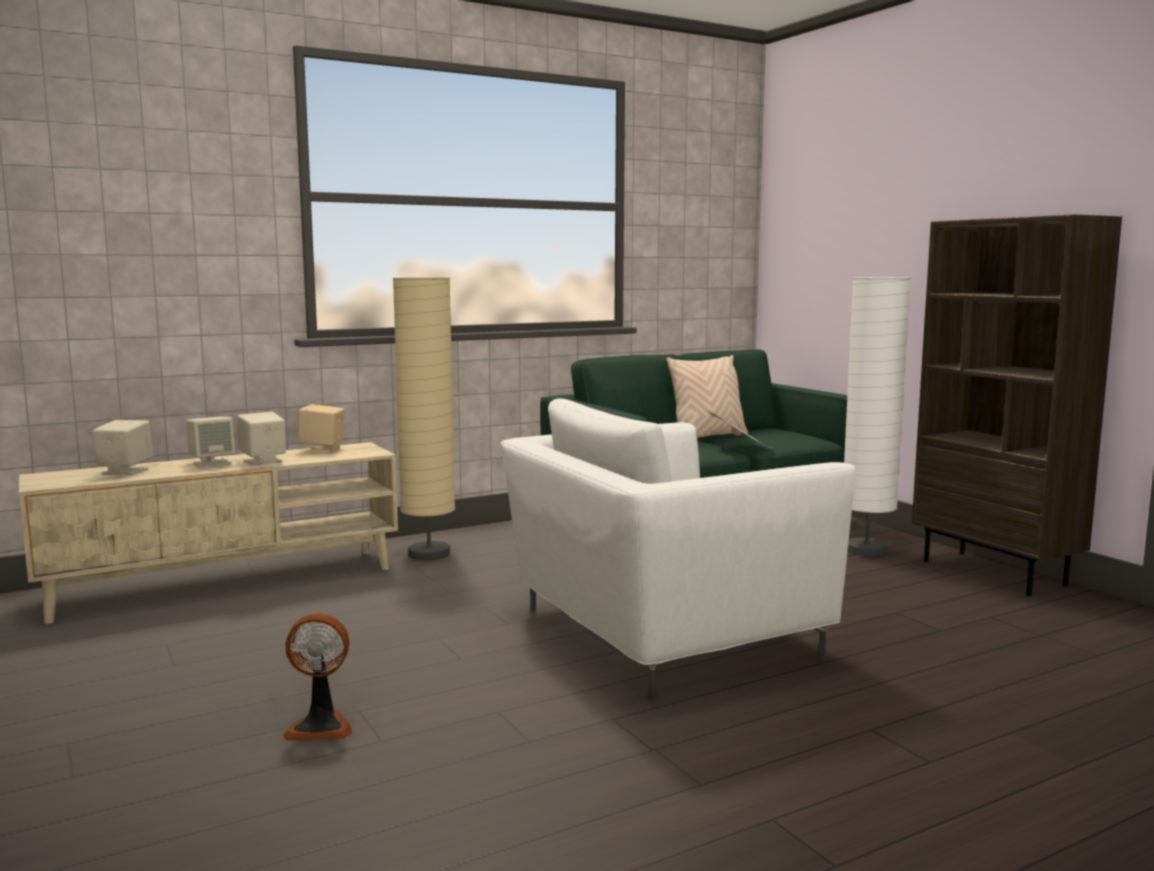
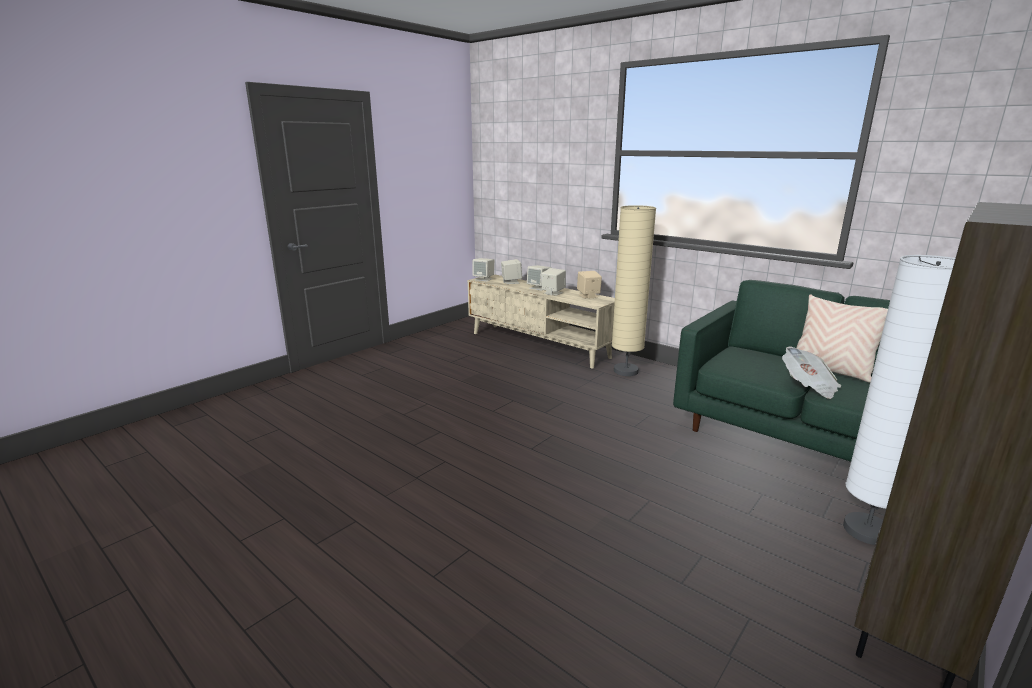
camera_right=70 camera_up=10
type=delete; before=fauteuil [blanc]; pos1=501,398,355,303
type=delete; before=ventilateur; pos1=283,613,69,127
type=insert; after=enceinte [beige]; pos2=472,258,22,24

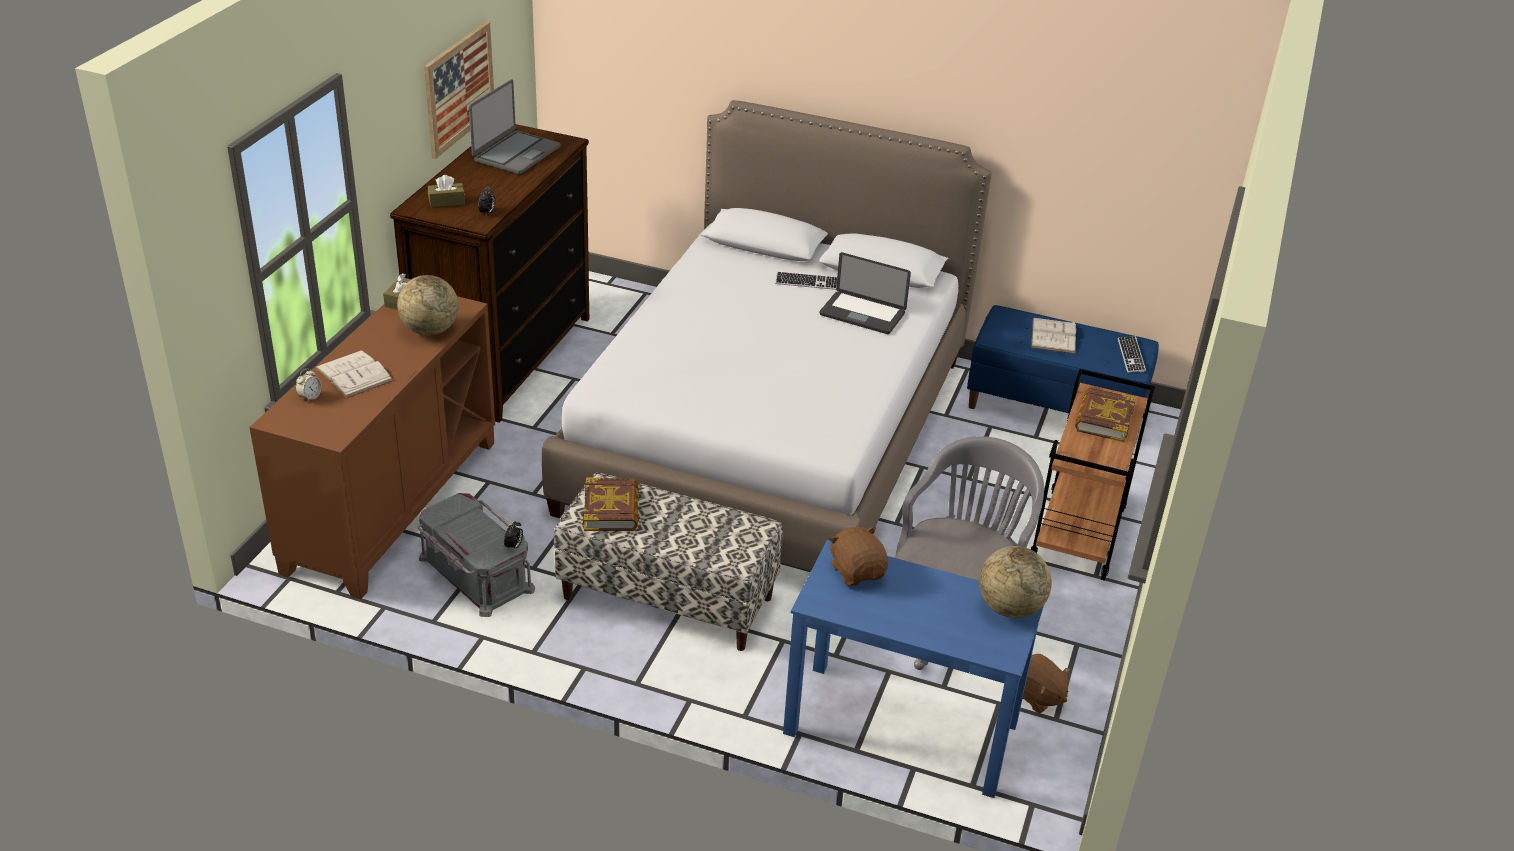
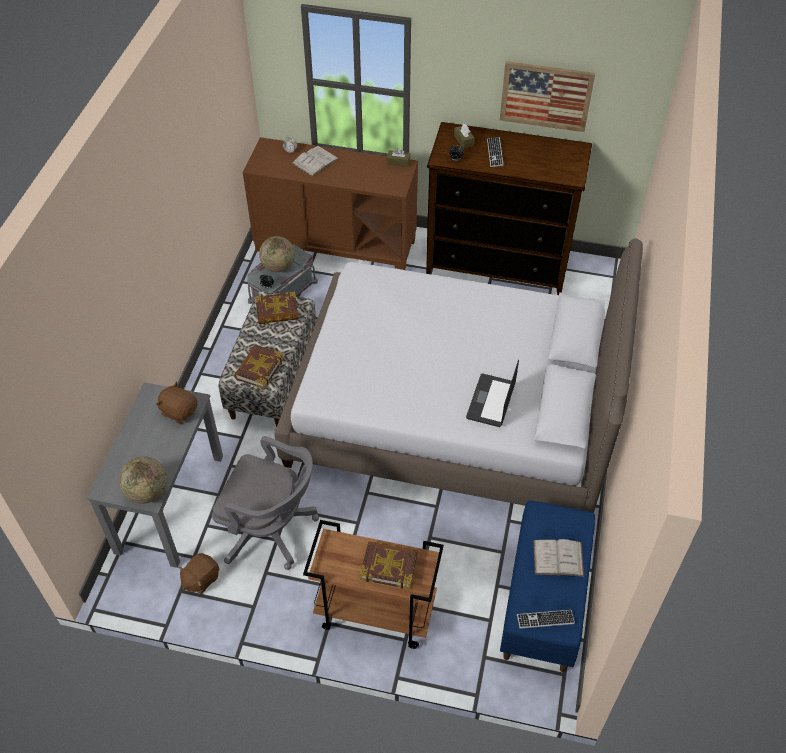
camera_right=85 camera_up=15
type=delete; before=ordinateur portable; pos1=469,79,92,95
type=move; before=clavier; pos1=775,271,62,19; pos2=487,137,16,30
type=move; before=globe; pos1=397,275,61,61; pos2=259,236,36,36
type=rotate; before=peluche [marron]; pos1=829,527,59,59; pos2=156,382,42,42; turn=-120
type=recolor; before=bureau [bleu]; after=bureau [gris]; pos1=783,540,261,258; pos2=86,382,137,186
type=insert; after=livre; pos2=234,344,50,45

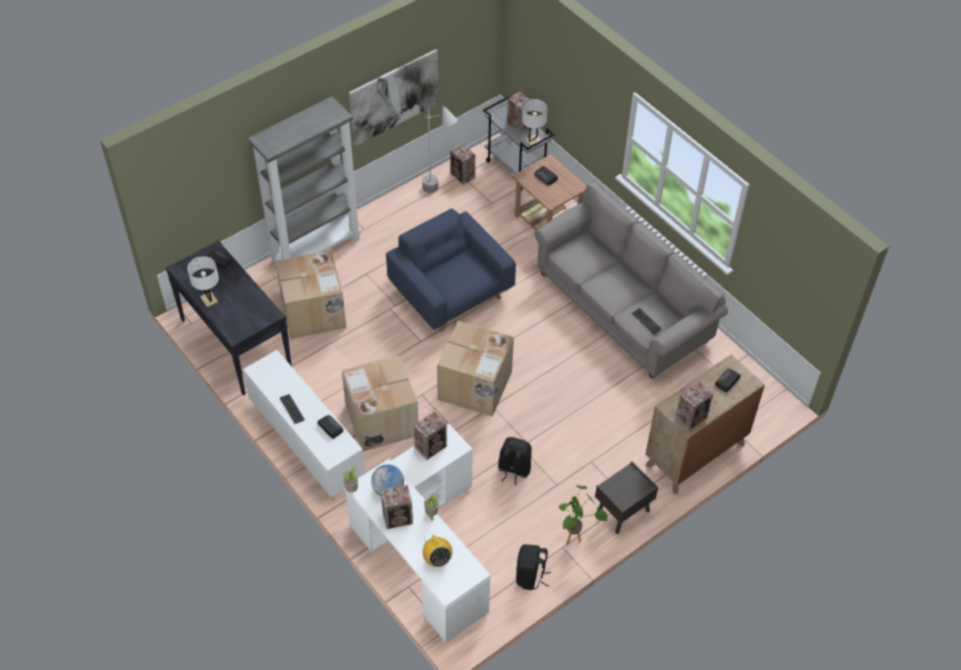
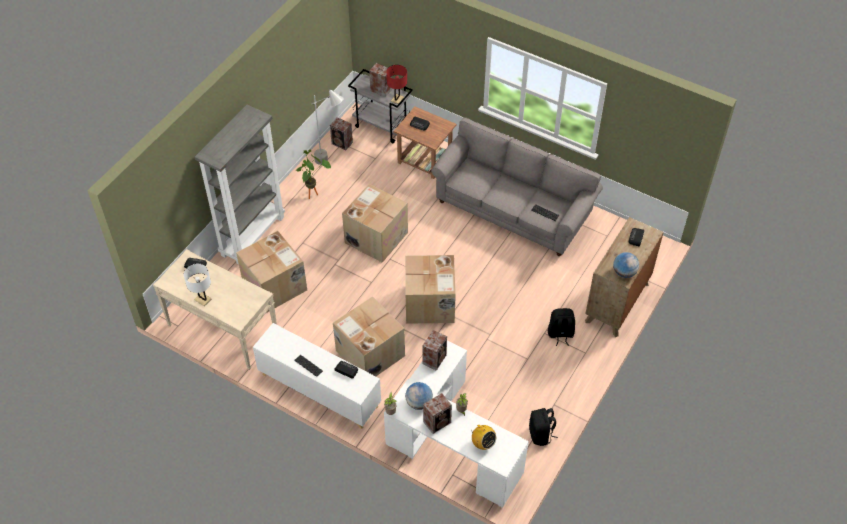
camera_right=-20 camera_up=0
type=delete; before=tableau; pos1=349,49,90,97
type=recolor; before=lampe de table [blanc]; after=lampe de table [rouge]; pos1=522,99,26,47; pos2=386,65,21,39
type=replace; before=fauteuil [bleu]; after=carton; pos1=386,209,130,123; pos2=342,184,66,79
type=recolor; before=table console [noir]; after=table console [beige]; pos1=166,240,126,156; pos2=153,249,124,121
type=replace; before=enceinte; after=globe; pos1=675,381,38,50; pos2=613,252,26,26
type=move; before=sac à dos [noir]; pos1=498,437,34,49; pos2=548,308,27,38
type=delete; before=table de chevet [marron]; pos1=595,461,63,73
type=move; before=plante en pot; pos1=559,485,48,59; pos2=296,150,35,49

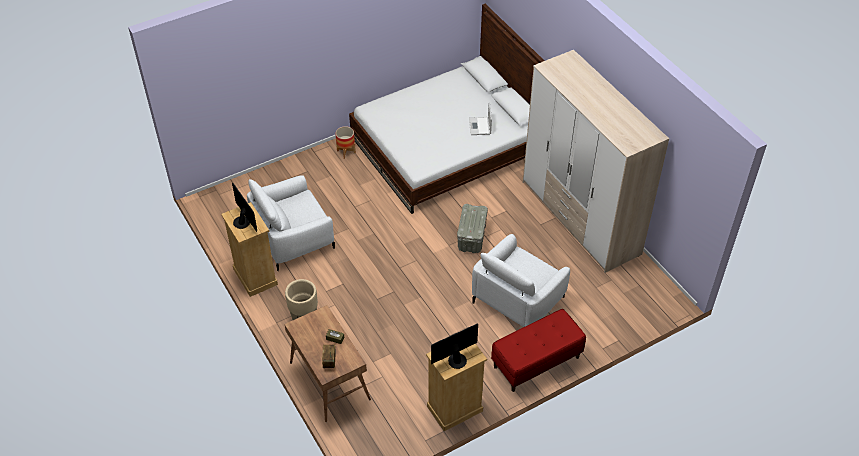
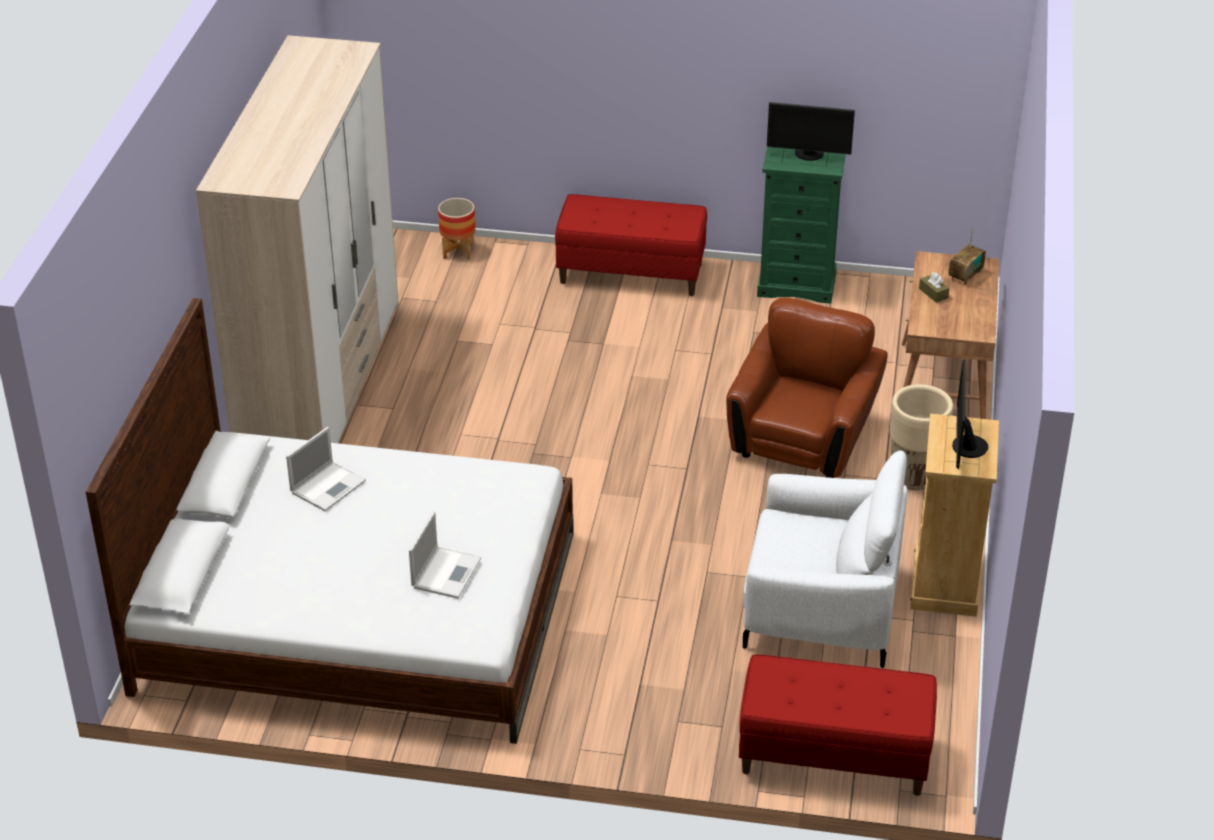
camera_right=-140 camera_up=-10
type=move; before=cache-pot; pos1=335,126,21,33; pos2=438,198,38,62
type=delete; before=boîte de rangement [gris]; pos1=457,204,31,49
type=delete; before=fauteuil [blanc]; pos1=472,234,98,93
type=recolor; before=commode [beige]; after=commode [vert]; pos1=426,344,61,87; pos2=757,147,89,157
type=insert; after=fauteuil [marron]; pos2=726,298,162,180
type=insert; after=ordinateur portable; pos2=409,511,72,88
type=insert; after=banc [rouge]; pos2=739,654,198,142

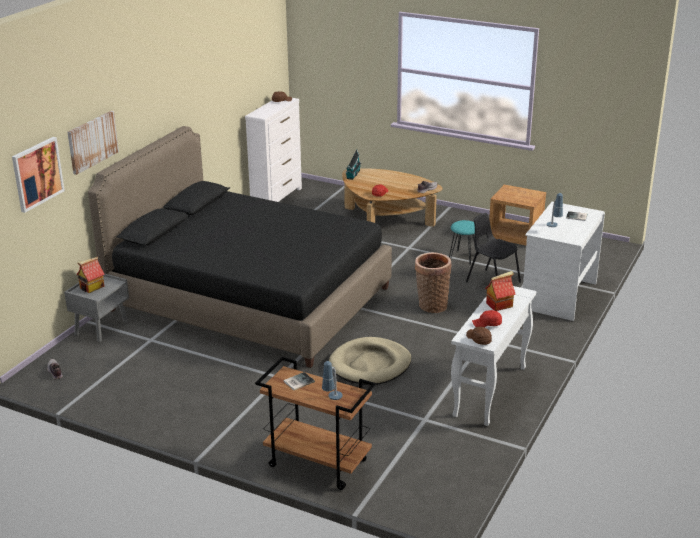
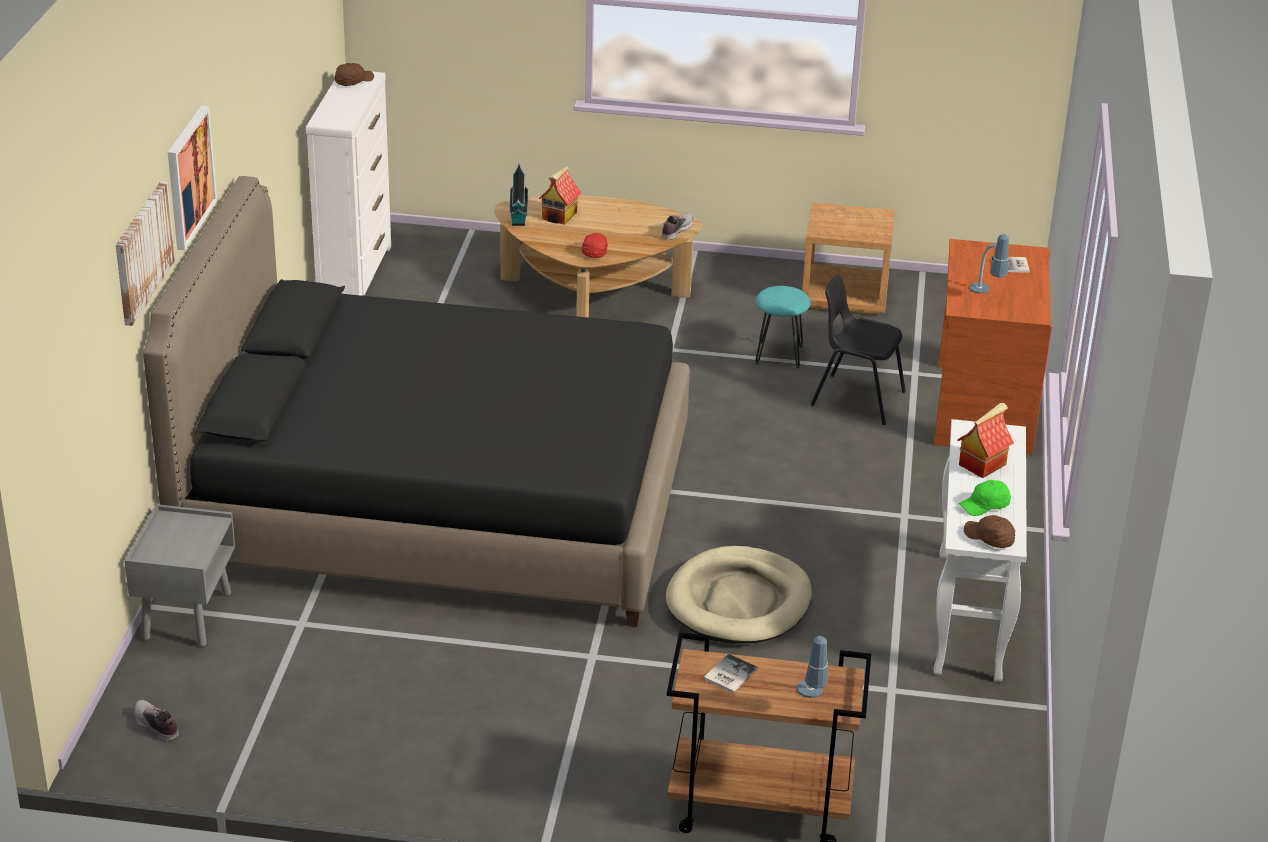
camera_right=-20 camera_up=5
type=move; before=tableau; pos1=12,137,53,76; pos2=168,105,49,145
type=recolor; before=bureau [blanc]; after=bureau [marron]; pos1=523,202,82,119; pos2=934,239,118,216
type=delete; before=panier; pos1=415,252,36,61
type=move; before=maison miniature; pos1=77,257,28,36; pos2=539,166,42,59
type=recolor; before=casquette [rouge]; after=casquette [vert]; pos1=472,310,30,17; pos2=959,480,52,36

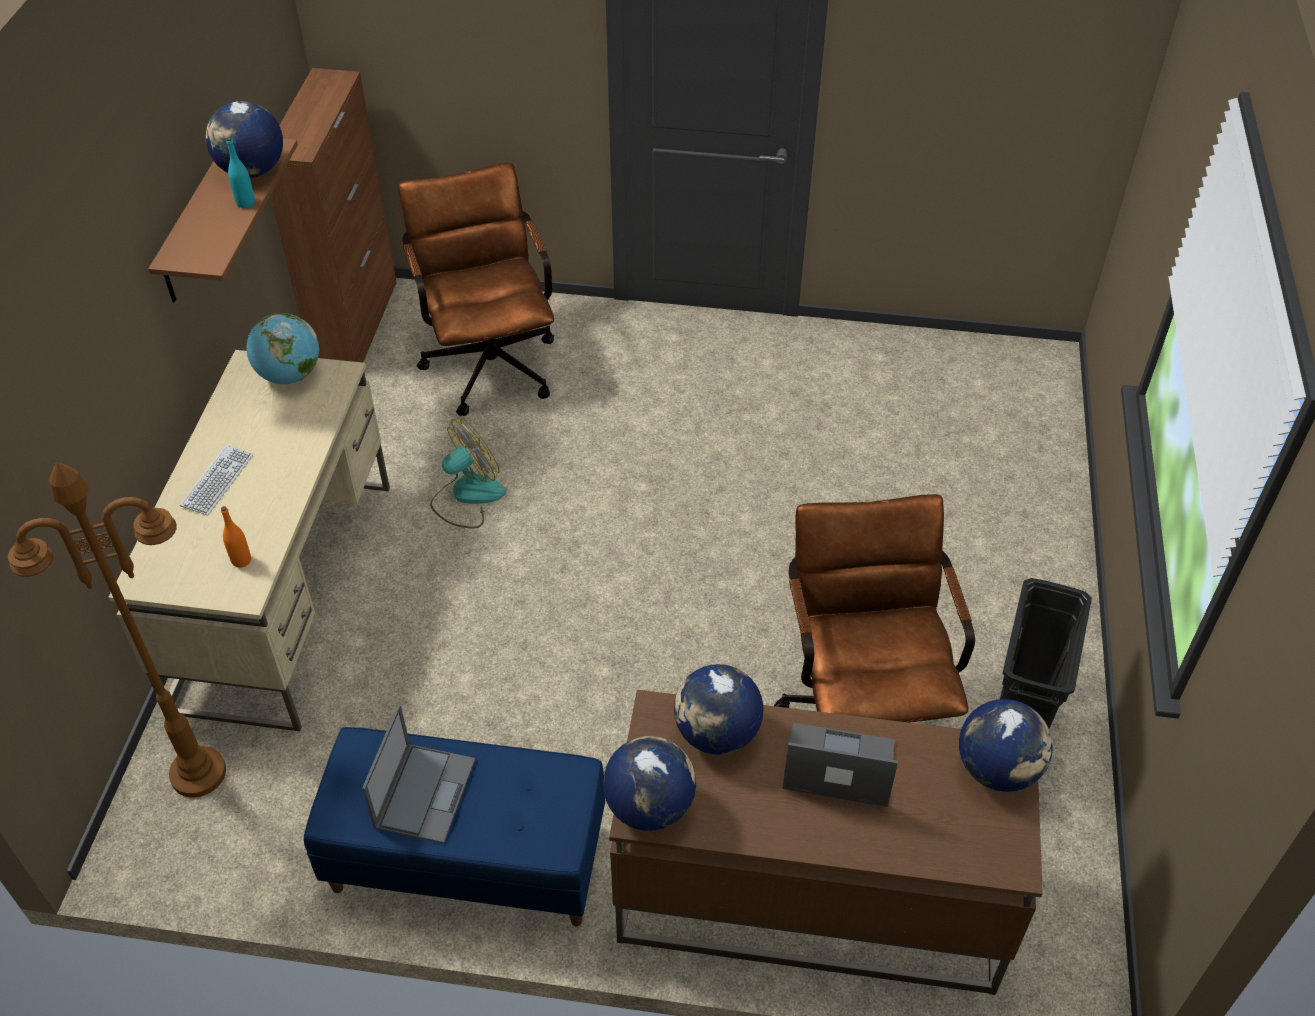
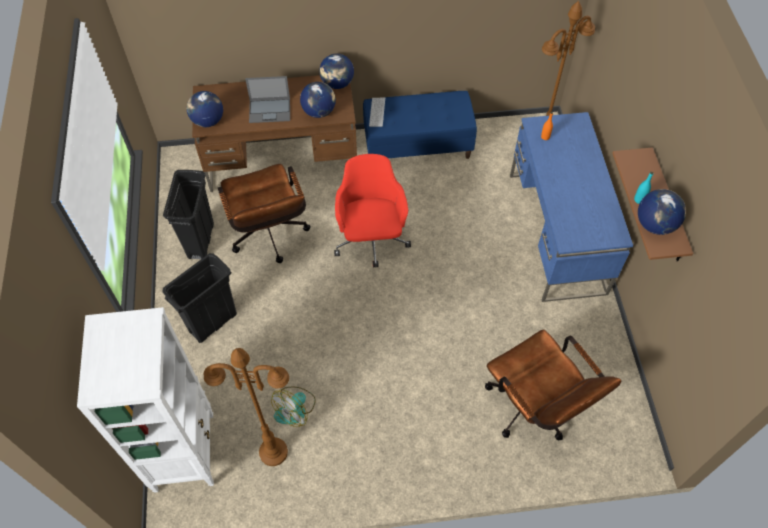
camera_right=165 camera_up=10
type=delete; before=meuble de rangement [marron]; pos1=270,68,127,294
type=delete; before=globe; pos1=246,313,73,71
type=recolor; before=bureau [beige]; after=bureau [bleu]; pos1=109,350,281,381; pos2=510,112,123,190
type=move; before=ventilateur; pos1=430,418,76,110; pos2=271,387,45,40
type=move; before=clavier; pos1=180,445,73,71; pos2=369,98,16,29
type=delete; before=ordinateur portable; pos1=362,704,113,139
type=insert; after=chaise de bureau [rouge]; pos2=334,154,77,114
type=insert; after=poubelle [noir]; pos2=163,253,74,90
type=insert; after=bibliothèque [blanc]; pos2=77,307,137,185
type=insert; after=lampadaire [marron]; pos2=204,348,85,118

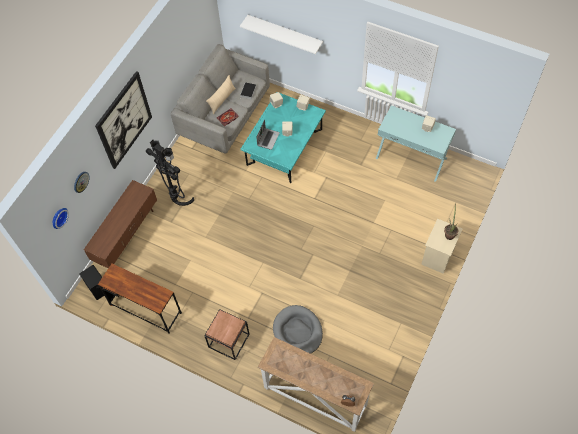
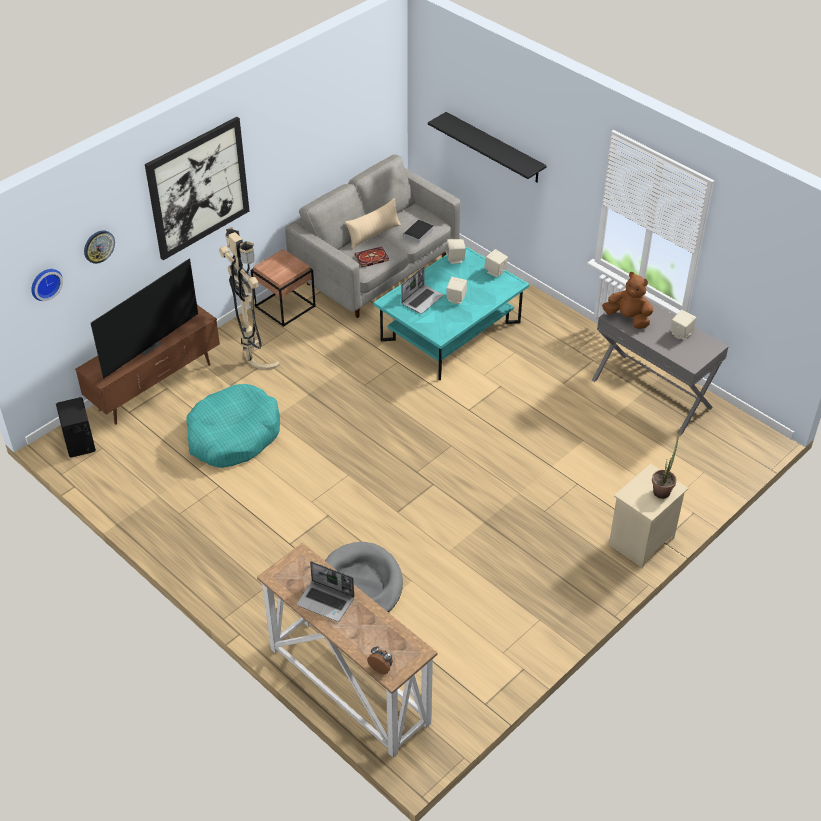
camera_right=15 camera_up=-15
type=recolor; before=étagère [blanc]; after=étagère [noir]; pos1=240,15,83,39; pos2=428,112,119,71
type=recolor; before=table console [turquoise]; after=table console [gris]; pos1=376,105,80,77; pos2=592,300,137,136
type=recolor; before=lampadaire [noir]; after=lampadaire [beige]; pos1=146,140,48,66; pos2=219,226,61,144
type=delete; before=bureau [marron]; pos1=98,264,84,70
type=move; before=table d'appoint [marron]; pos1=204,309,45,51; pos2=251,249,64,78
type=insert; after=téléviseur; pos2=91,259,107,119
type=insert; after=peluche [marron]; pos2=602,272,51,57
type=insert; after=panier pour chien [turquoise]; pos2=186,384,94,84
type=insert; after=ordinateur portable; pos2=296,561,58,61

